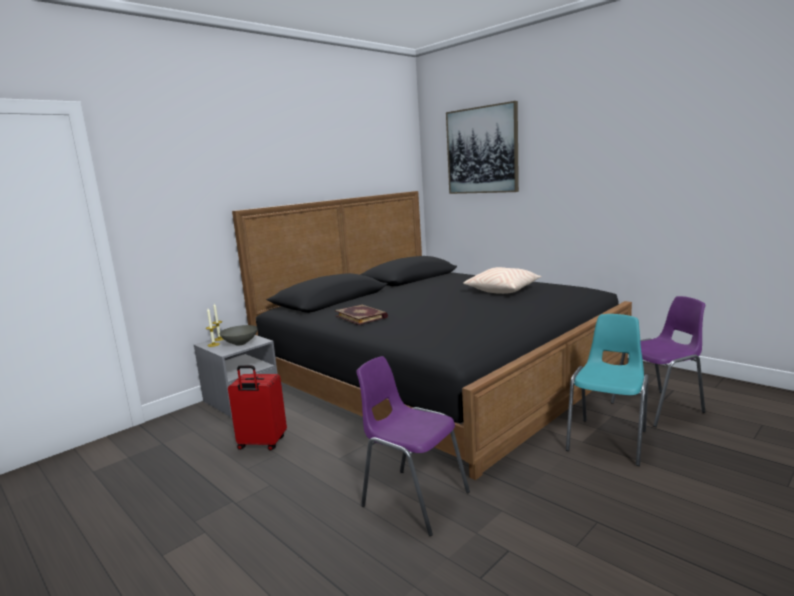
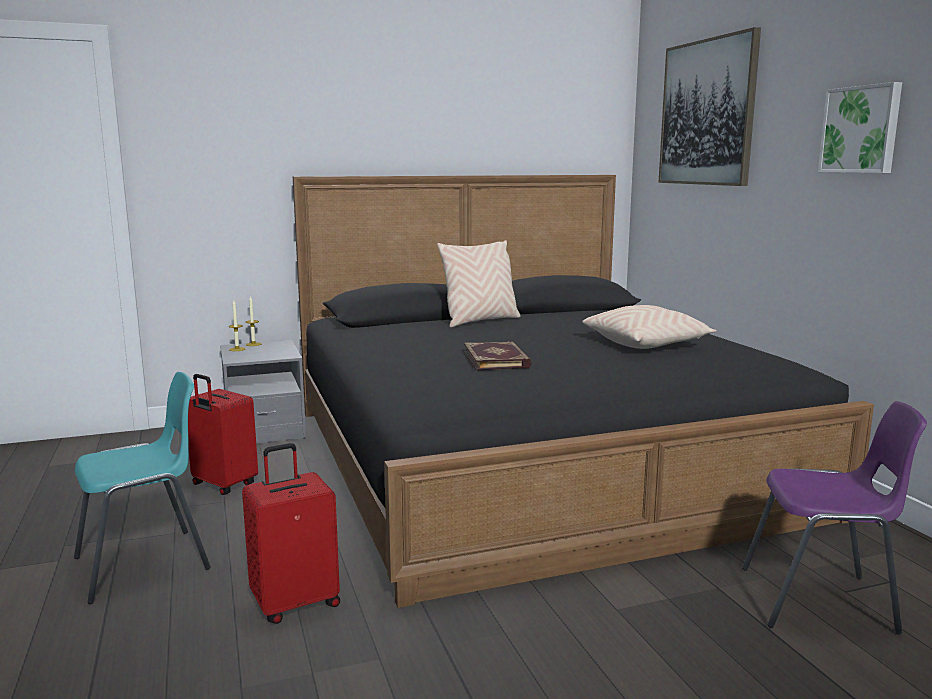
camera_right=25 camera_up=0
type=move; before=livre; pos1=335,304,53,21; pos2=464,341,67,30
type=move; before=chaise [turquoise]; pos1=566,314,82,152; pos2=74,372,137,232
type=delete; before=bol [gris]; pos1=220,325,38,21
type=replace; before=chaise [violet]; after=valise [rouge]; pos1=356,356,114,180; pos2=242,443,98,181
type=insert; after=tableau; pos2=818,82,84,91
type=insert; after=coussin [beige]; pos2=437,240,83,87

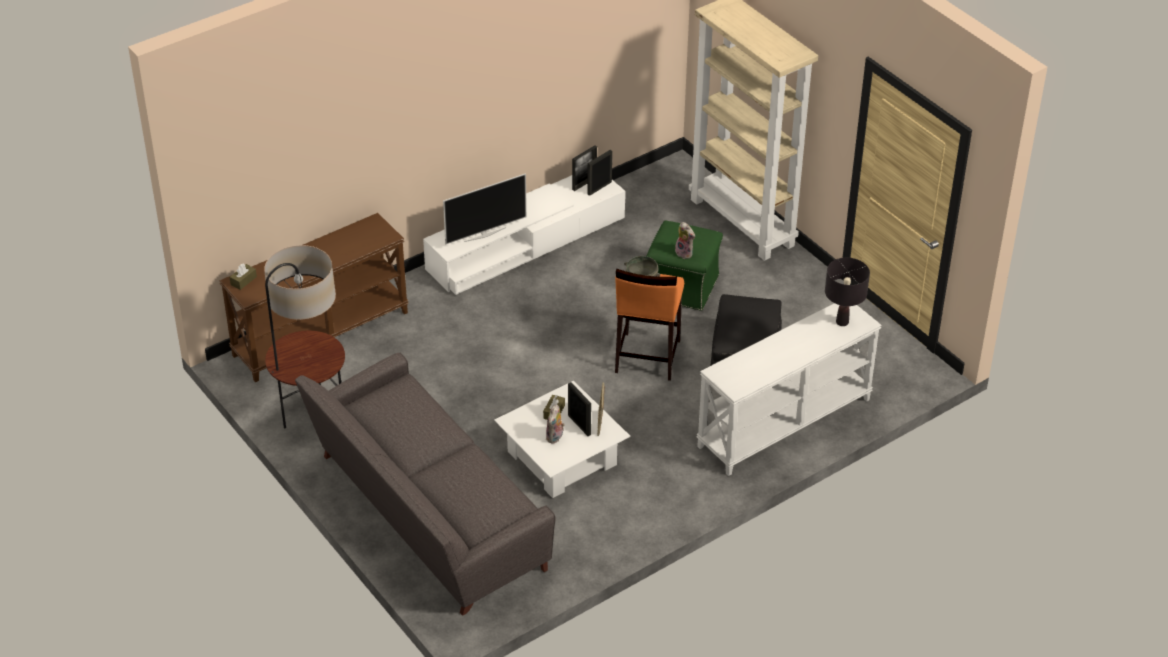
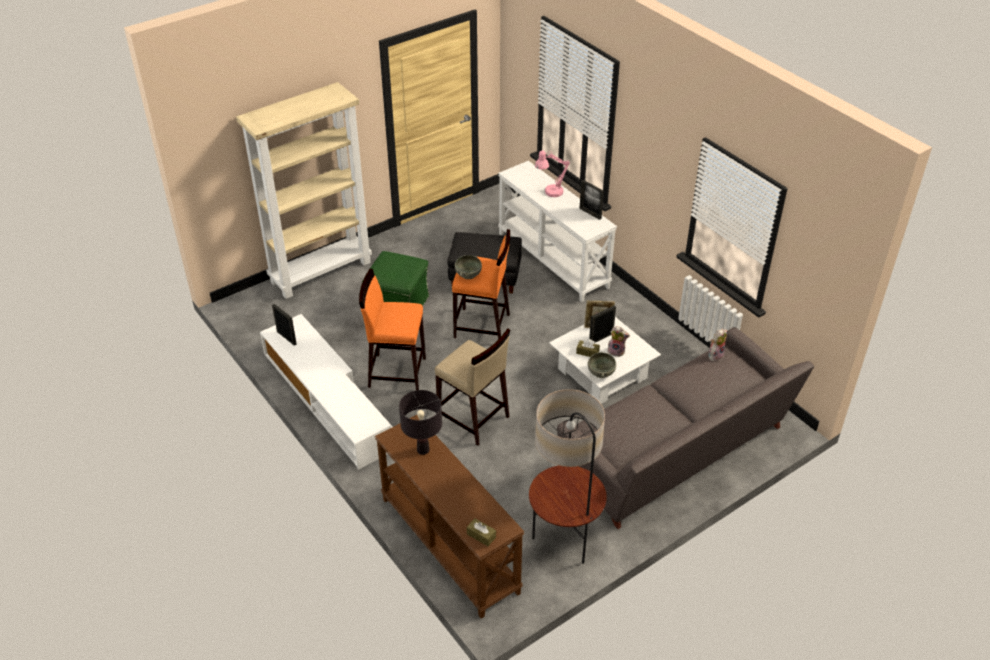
camera_right=-90 camera_up=0
type=move; before=cadre photo; pos1=587,150,25,46; pos2=579,180,25,40
type=delete; before=téléviseur; pos1=443,173,84,71
type=move; before=peluche; pos1=675,222,20,37; pos2=708,329,19,32
type=move; before=lampe de table [noir]; pos1=825,258,45,68; pos2=399,390,43,65
type=insert; after=lampe de table [rose]; pos2=535,150,35,47
type=insert; after=tabouret [orange]; pos2=359,269,67,121
type=insert; after=tabouret [beige]; pos2=435,328,75,118
type=insert; after=bol [gris]; pos2=588,352,28,26

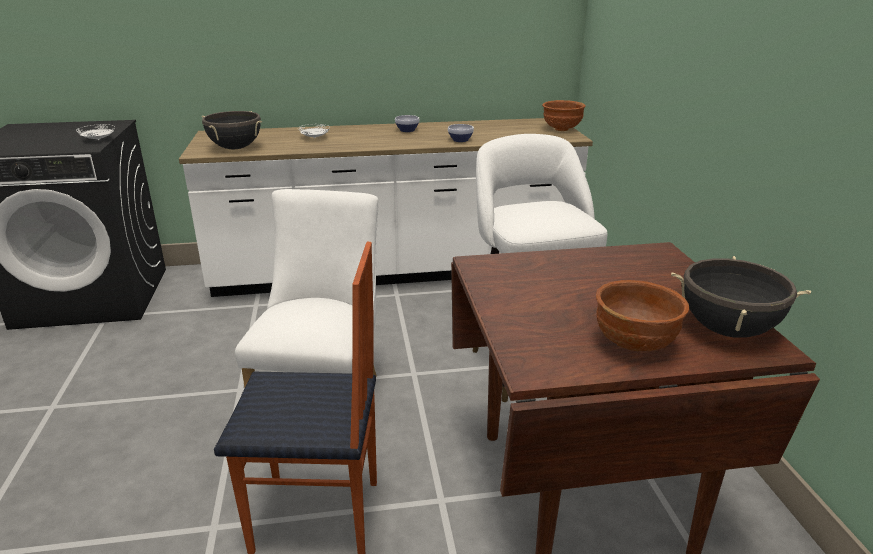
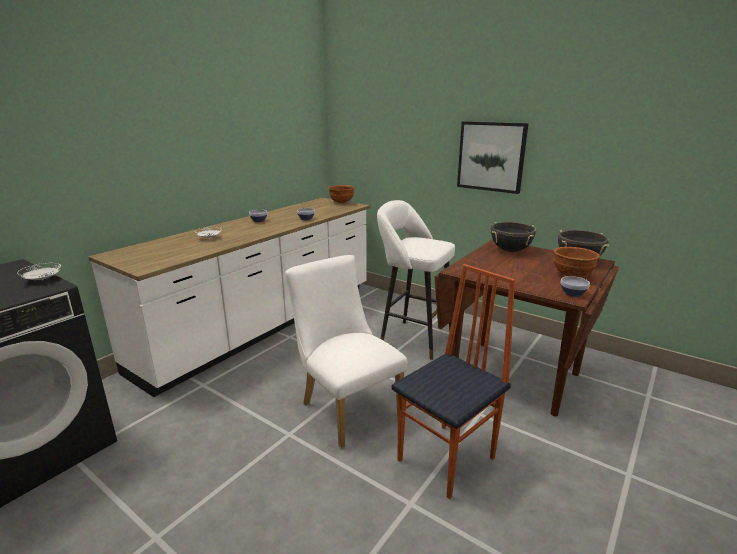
camera_right=-45 camera_up=-5
type=move; before=marmite [noir]; pos1=202,111,60,38; pos2=491,222,45,30
type=insert; after=tableau; pos2=457,121,72,73
type=insert; after=bol; pos2=560,276,30,21

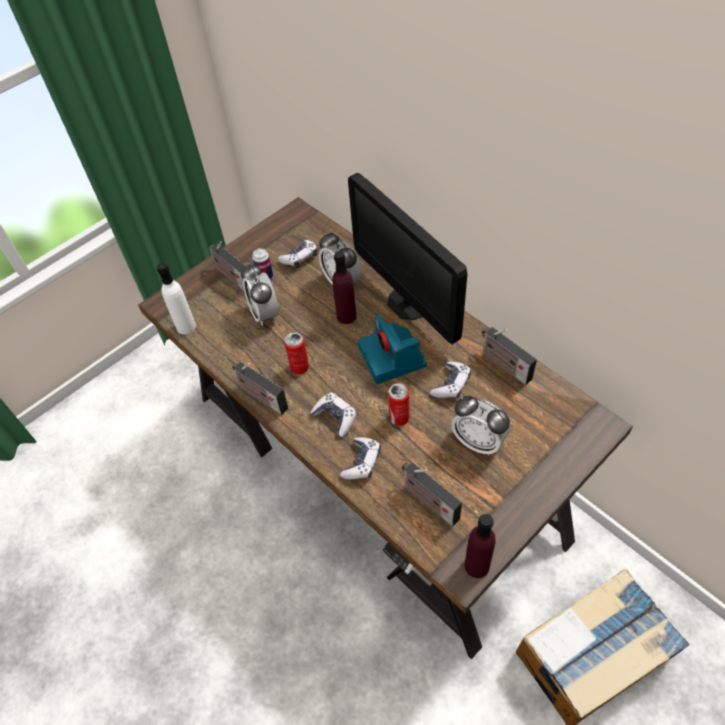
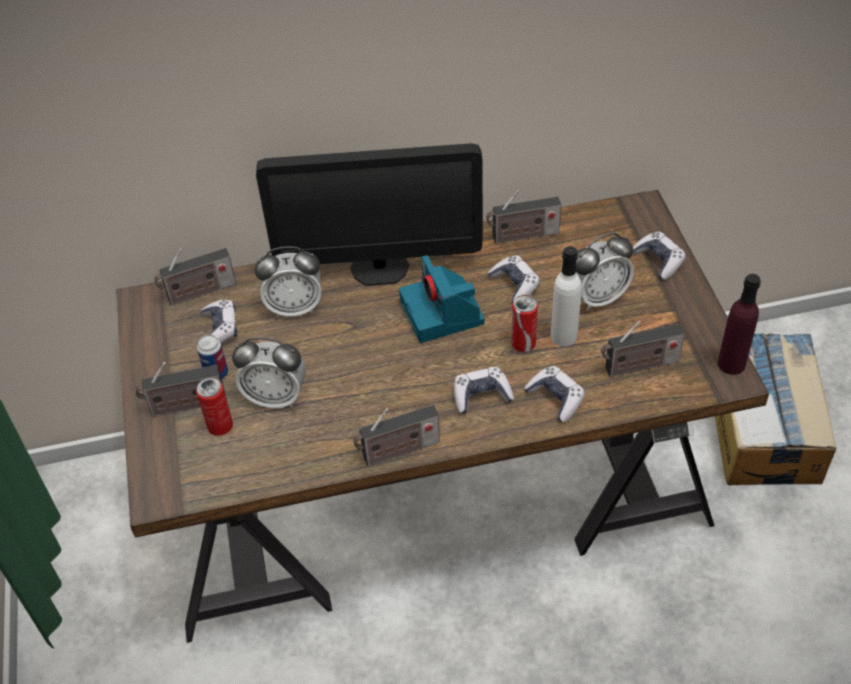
camera_right=-60 camera_up=-5
type=delete; before=bouteille [violet]; pos1=332,251,24,73
type=move; before=bouteille [blanc]; pos1=157,263,39,71; pos2=551,246,30,100
type=rotate; before=appareil photo; pos1=358,314,69,70; pos2=399,255,85,88; turn=60
type=move; before=boîte métallique; pos1=284,332,25,42; pos2=196,378,37,58
type=insert; after=manette; pos2=633,232,53,48
type=insert; after=radio; pos2=154,248,82,58

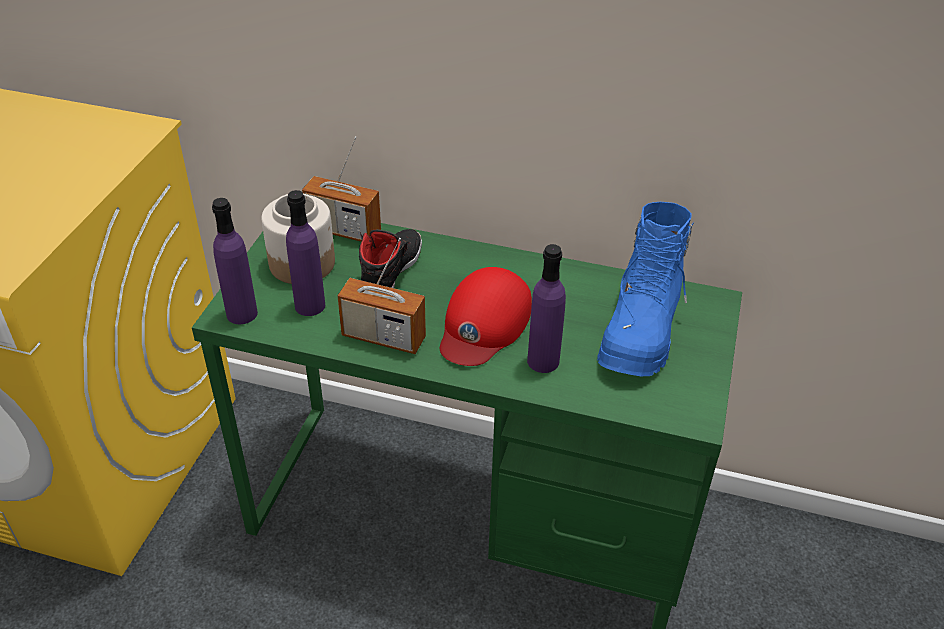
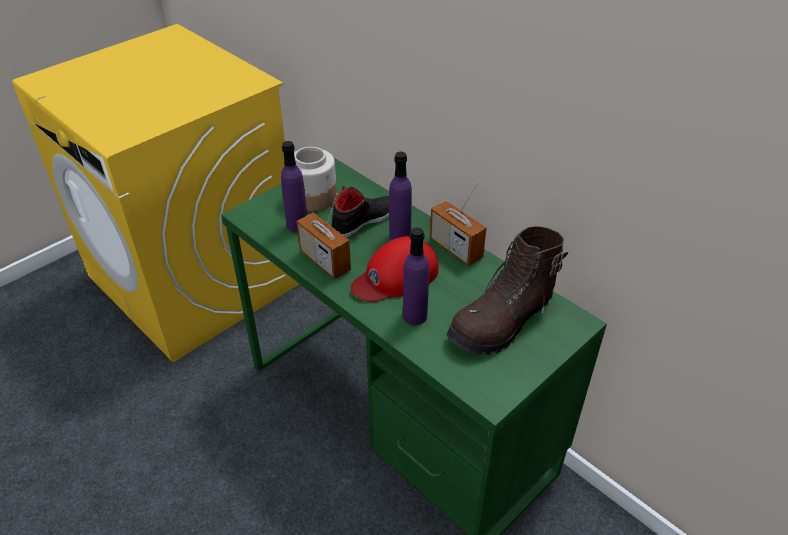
camera_right=30 camera_up=0
type=move; before=radio; pos1=302,136,79,105; pos2=430,181,57,85
type=move; before=bouteille [violet]; pos1=212,198,46,126; pos2=389,152,23,88
type=recolor; before=botte [bleu]; after=botte [marron]; pos1=597,202,97,174; pos2=446,226,122,129

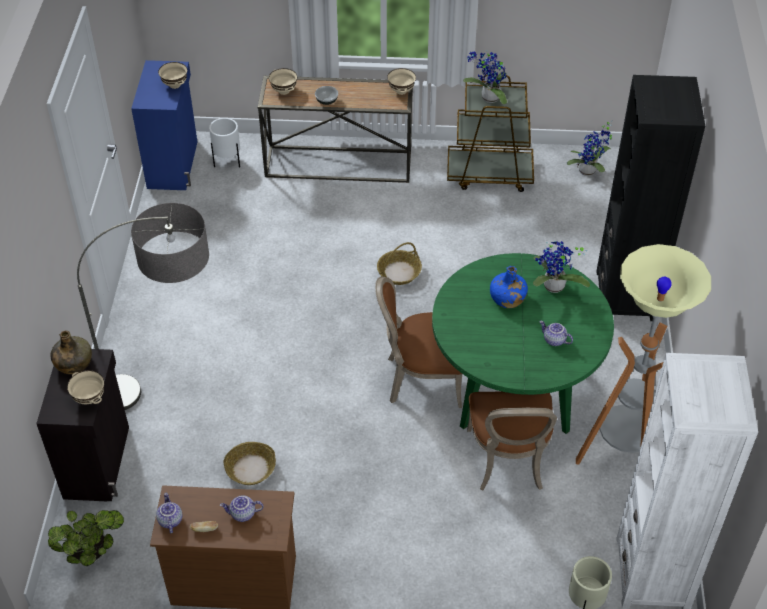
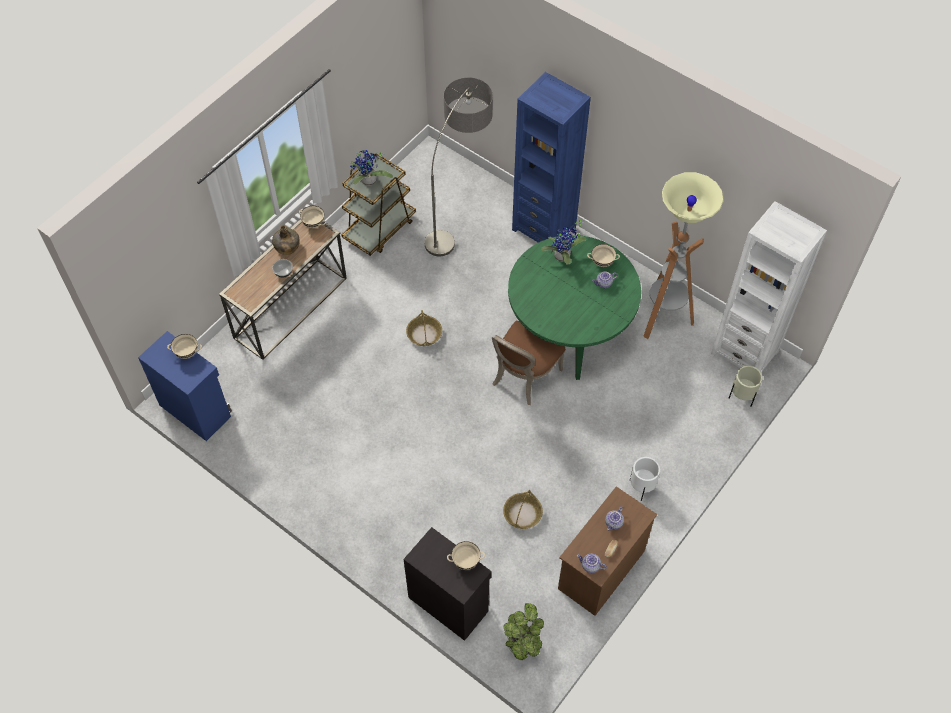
camera_right=-55 camera_up=10
type=move; before=bol [beige]; pos1=269,68,28,27; pos2=587,244,33,23
type=recolor; before=bibliothèque [noir]; after=bibliothèque [bleu]; pos1=597,75,108,246; pos2=512,72,79,171
type=move; before=cache-pot [blanc]; pos1=209,118,31,50; pos2=630,457,30,44
type=delete; before=plante en pot; pos1=567,121,45,55
type=move; before=lampadaire; pos1=77,203,132,207; pos2=425,77,68,179
type=delete; before=bouteille [bleu]; pos1=490,266,38,42
type=move; before=bouteille [vert]; pos1=50,330,42,44; pos2=272,225,28,30
type=delete; before=chaise [marron]; pos1=467,392,90,98

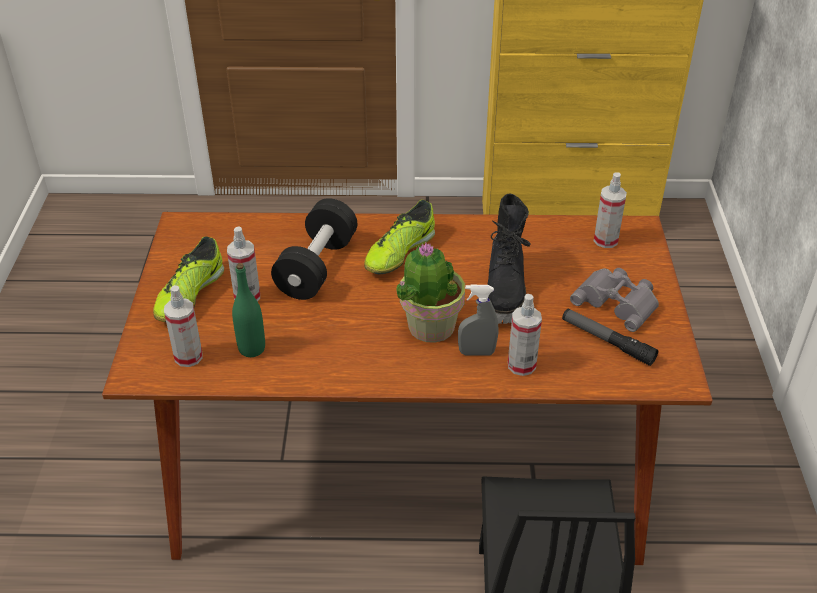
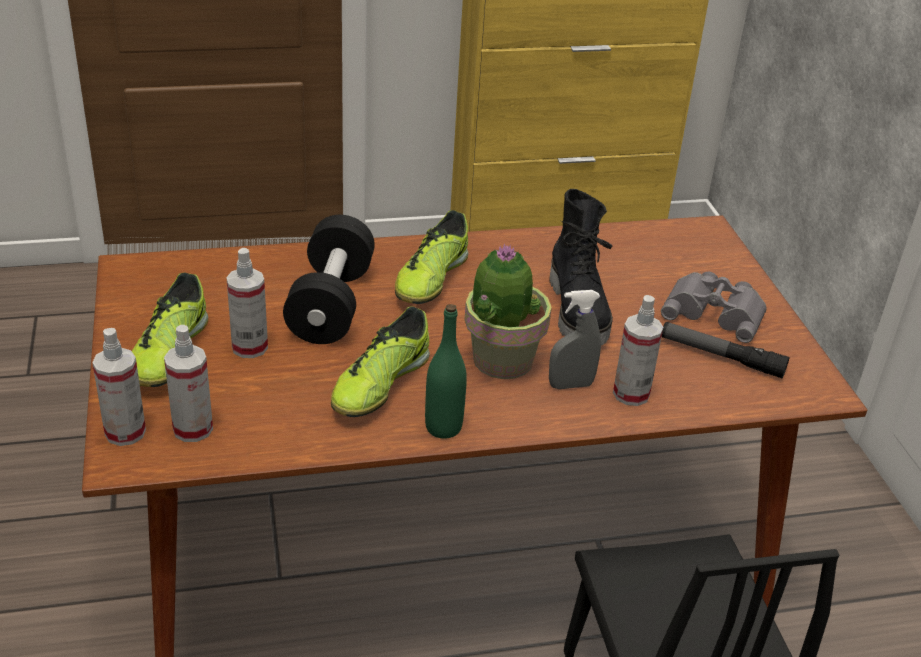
camera_right=-15 camera_up=-5
type=move; before=vaporisateur; pos1=594,172,33,76; pos2=92,328,54,118
type=move; before=bouteille [vert]; pos1=232,263,33,94; pos2=425,304,42,135
type=insert; after=chaussure; pos2=331,307,99,110

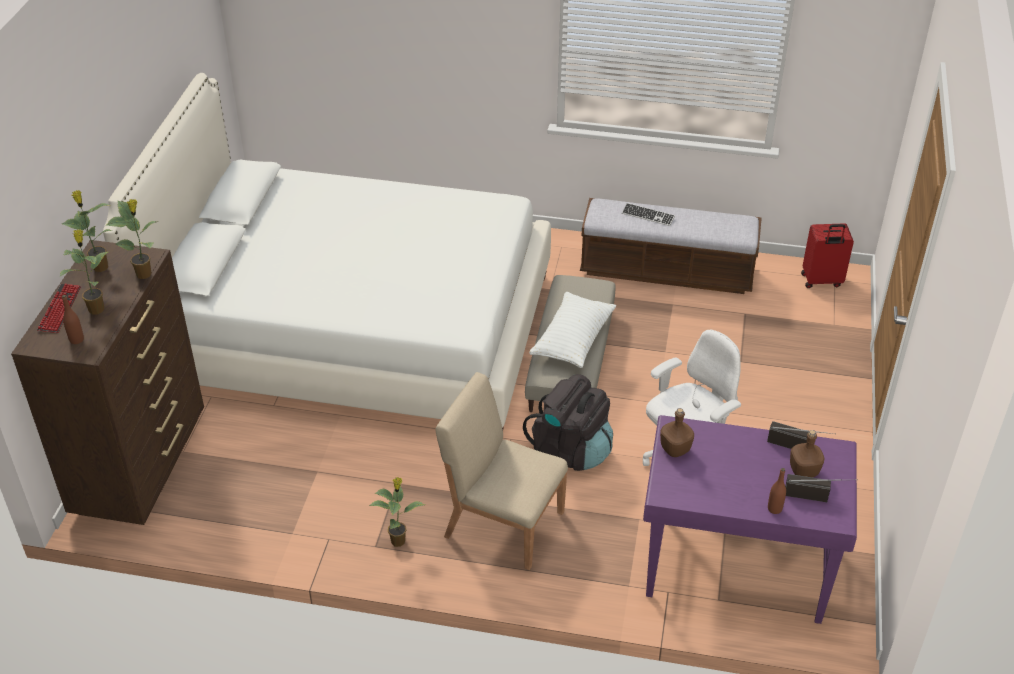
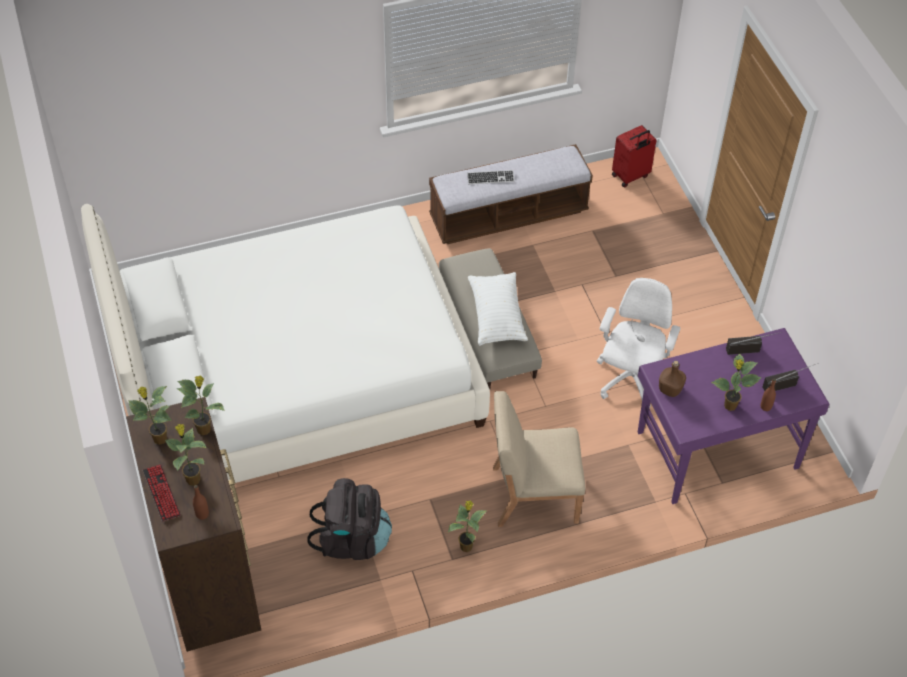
camera_right=-30 camera_up=10
type=move; before=sac à dos [noir]; pos1=523,374,90,97; pos2=307,478,85,82
type=delete; before=bouteille [marron]; pos1=790,430,34,48
type=insert; after=plante en pot; pos2=711,353,51,58

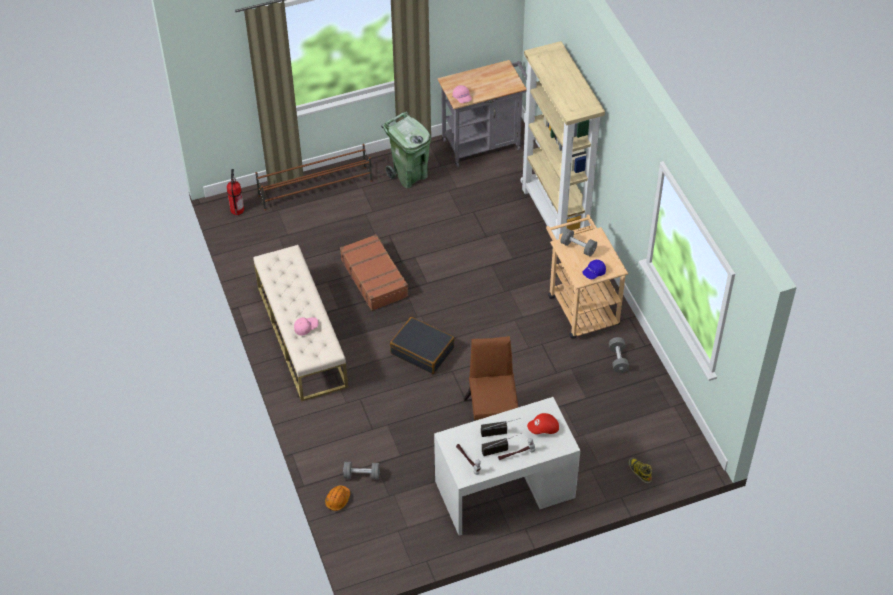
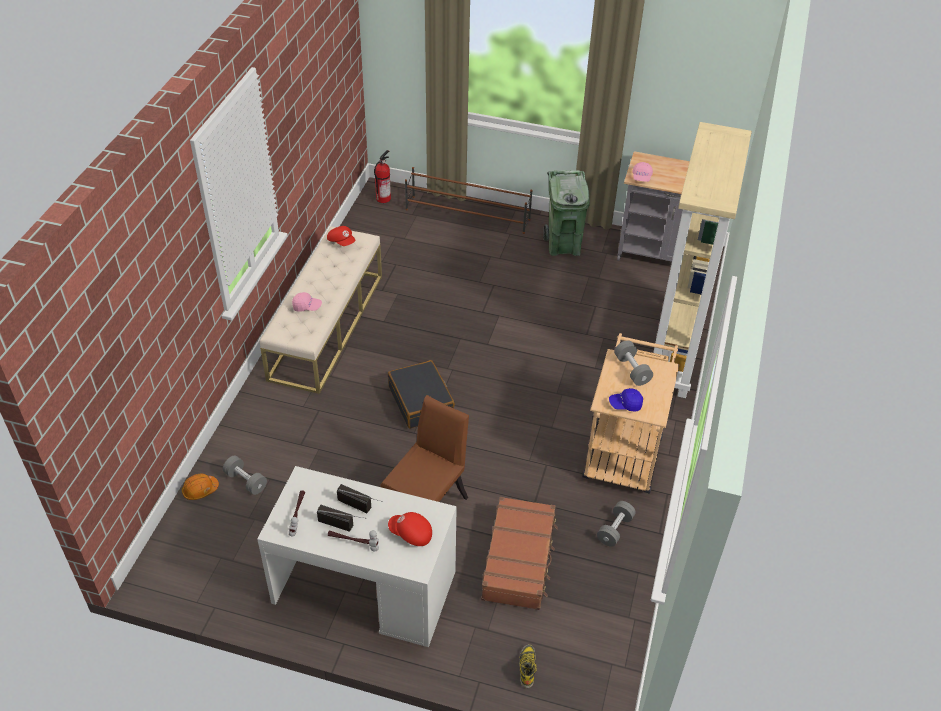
camera_right=35 camera_up=-5
type=move; before=valise [marron]; pos1=340,234,68,77; pos2=481,497,77,113
type=insert; after=casquette [rouge]; pos2=327,226,29,20

